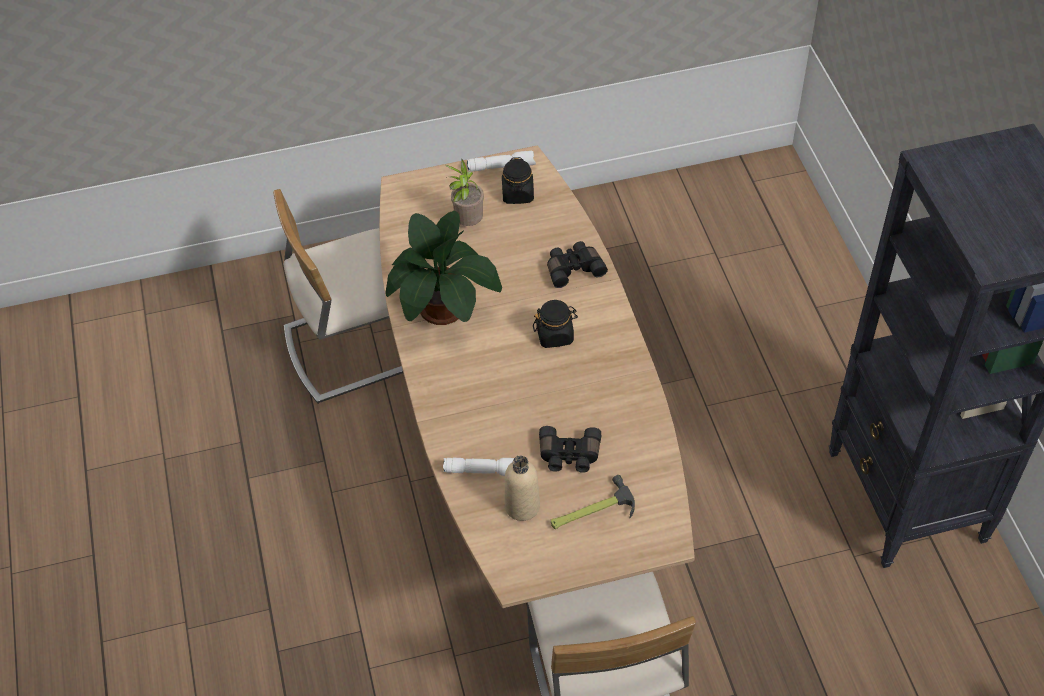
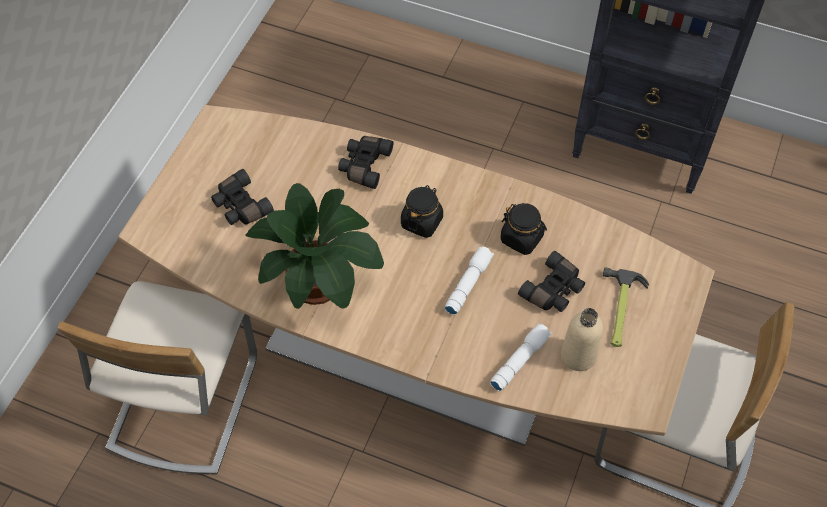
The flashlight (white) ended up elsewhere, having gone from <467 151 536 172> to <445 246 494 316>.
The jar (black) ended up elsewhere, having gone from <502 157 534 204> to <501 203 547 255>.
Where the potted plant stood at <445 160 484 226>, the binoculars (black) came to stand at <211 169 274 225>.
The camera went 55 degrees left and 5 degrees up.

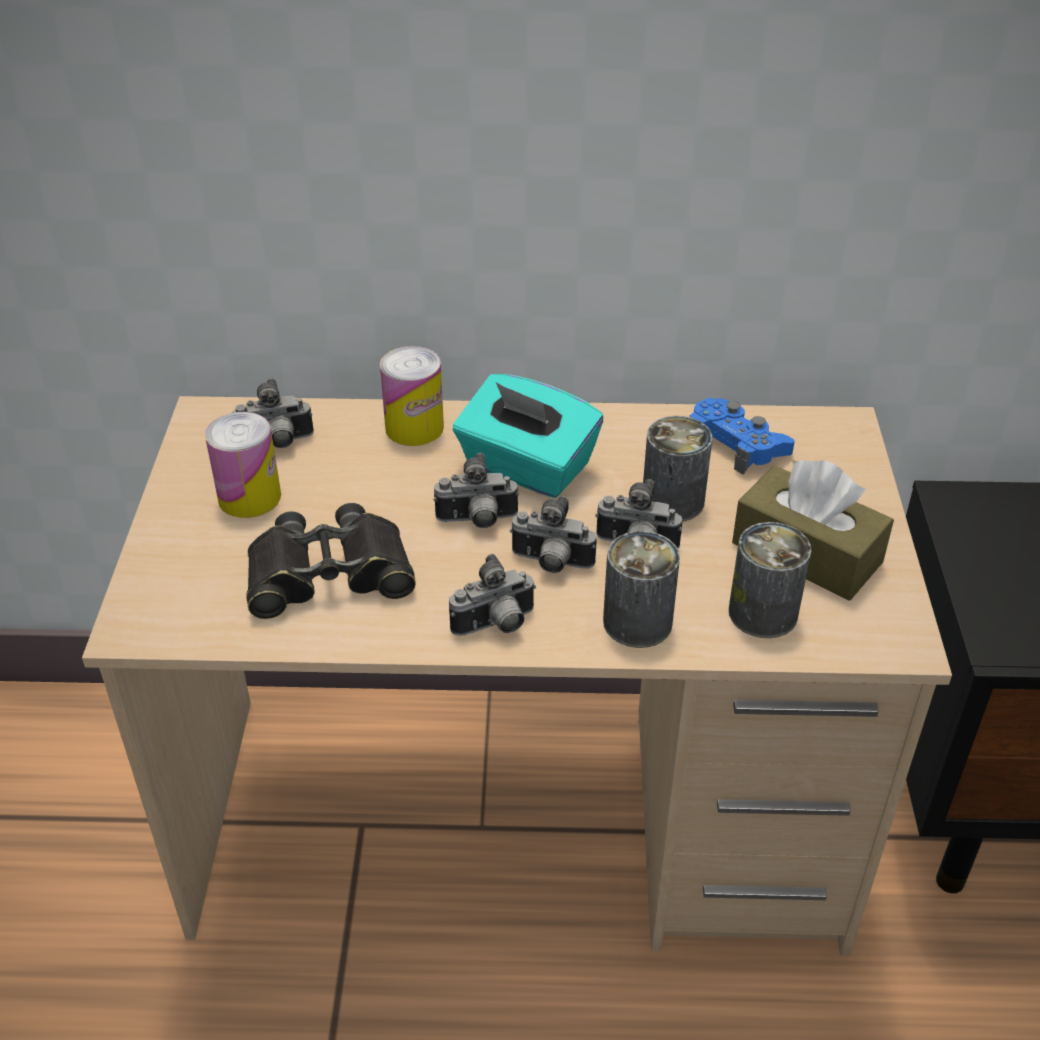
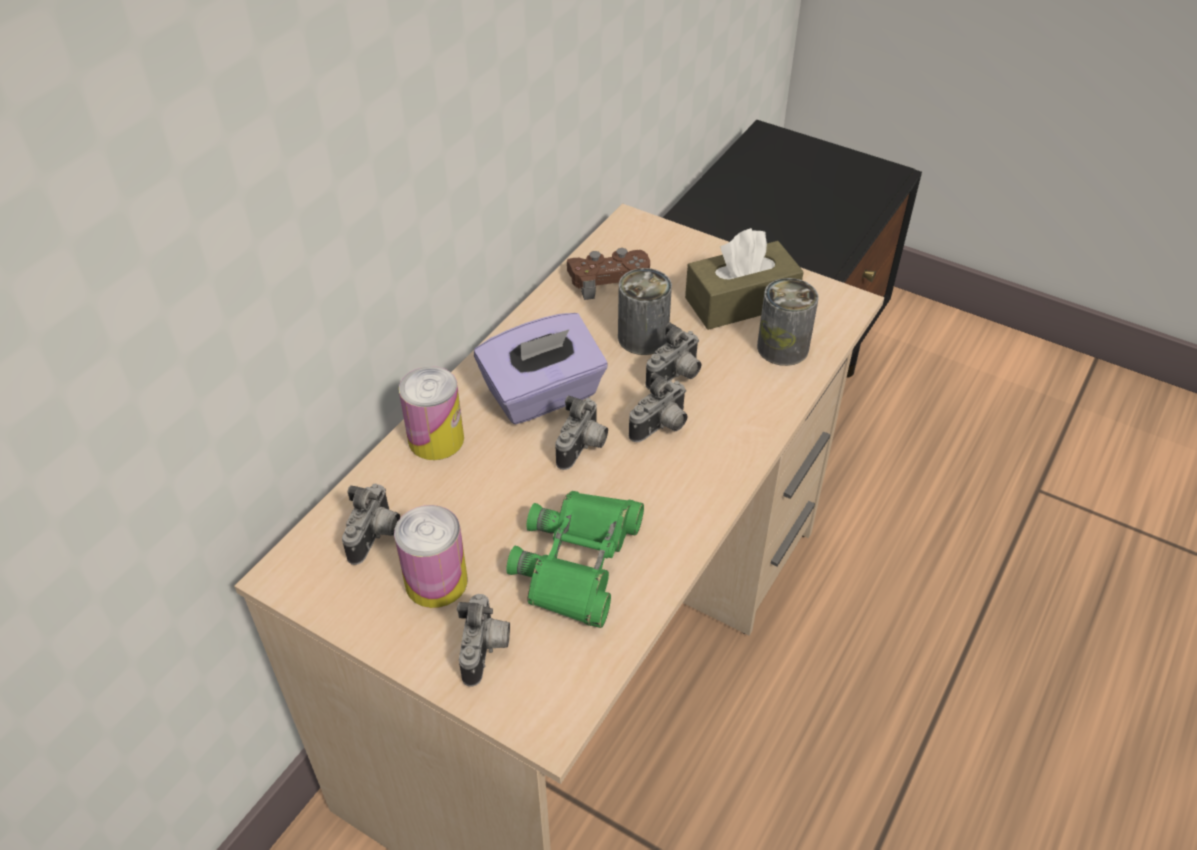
The second view lost the can at <603 531 680 648>.
The photo camera ended up elsewhere, having gone from <449 554 536 636> to <457 594 510 687>.
What was the binoculars (black) at <247 503 416 619> turned into the binoculars (green) at <507 491 644 628>.
What was the tissue box (turquoise) at <453 374 603 498> turned into the tissue box (purple) at <474 313 608 424>.
What was the game controller (blue) at <690 398 795 475> turned into the game controller (brown) at <567 248 650 300>.
The camera went 60 degrees left and 5 degrees up.

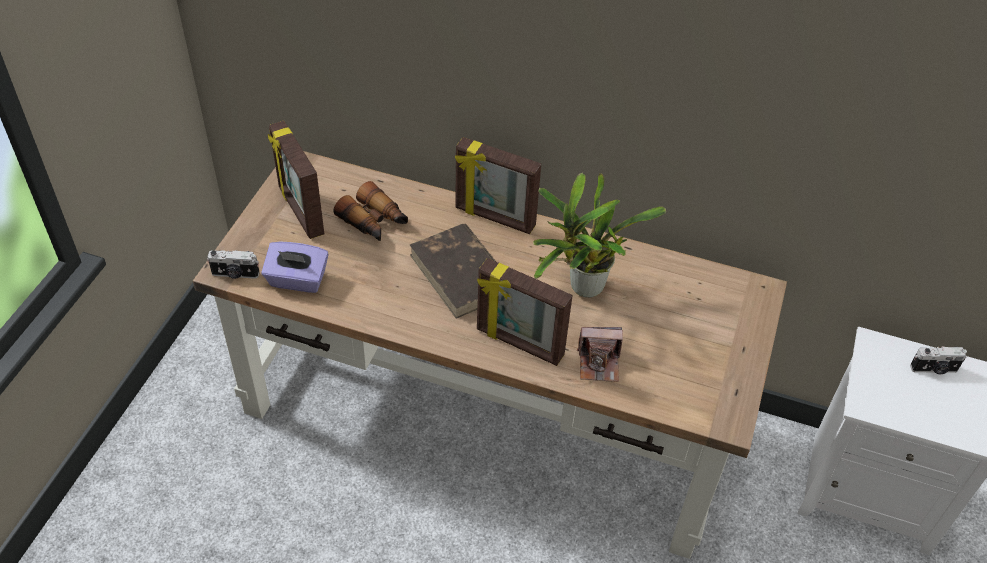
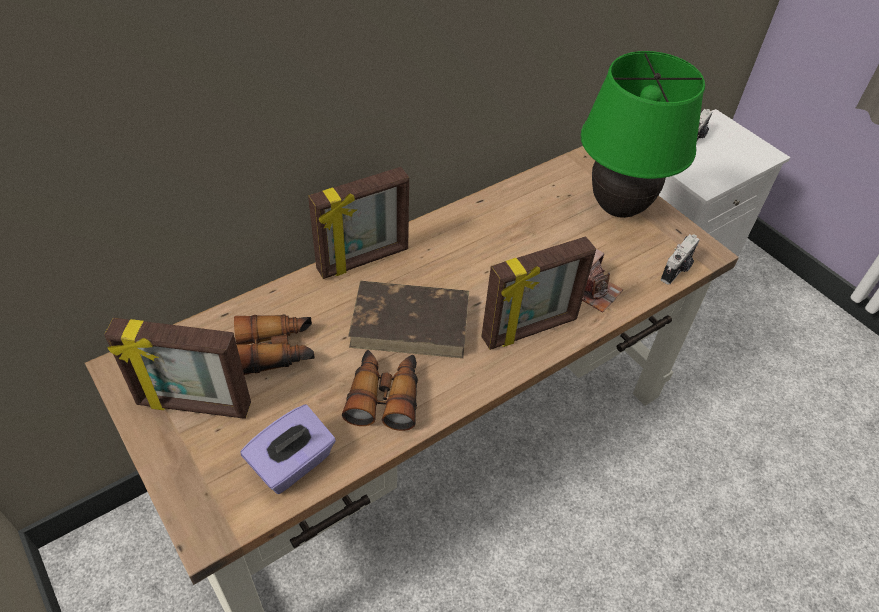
The second view lost the potted plant at <533 173 666 297>.
The second view gained the binoculars at <342 350 418 431>.
The second view gained the table lamp (green) at <581 51 705 218>.
The photo camera ended up elsewhere, having gone from <207 250 259 279> to <661 234 700 285>.
The camera went 55 degrees left and 0 degrees up.

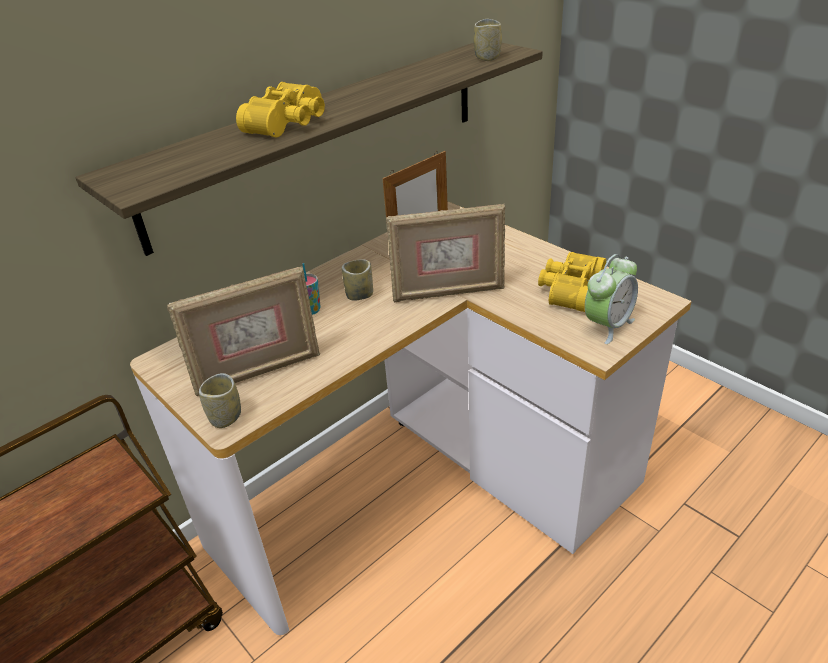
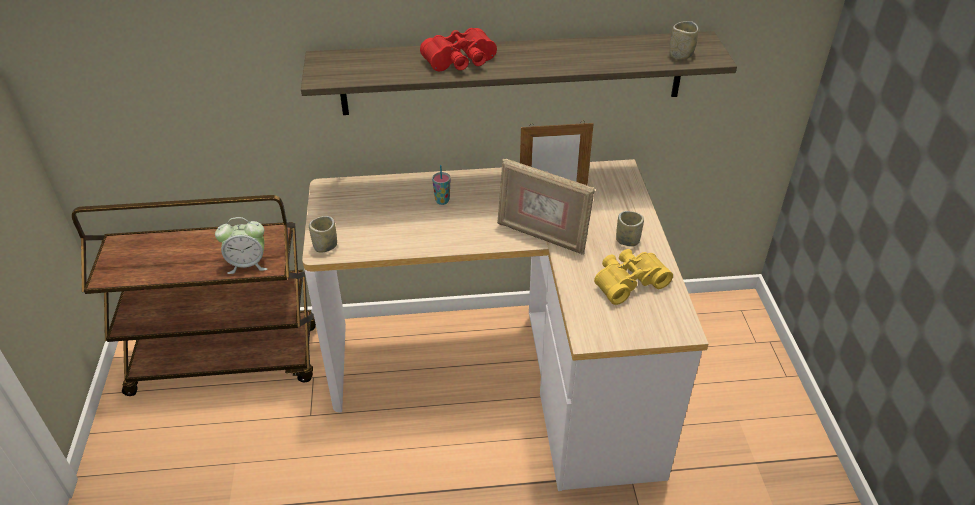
The second view lost the picture frame at <167 266 320 396>.
The cup ended up elsewhere, having gone from <341 259 373 301> to <616 211 644 246>.
The alarm clock ended up elsewhere, having gone from <585 254 638 344> to <215 217 267 274>.
What was the binoculars (yellow) at <236 82 325 137> turned into the binoculars (red) at <420 28 497 71>.
The camera went 35 degrees right and 5 degrees up.

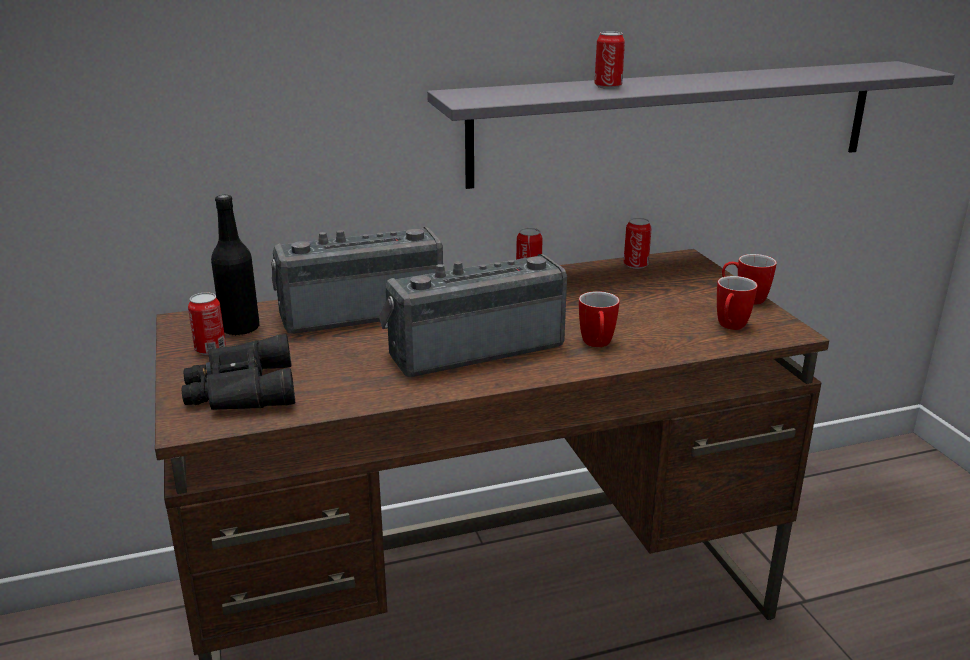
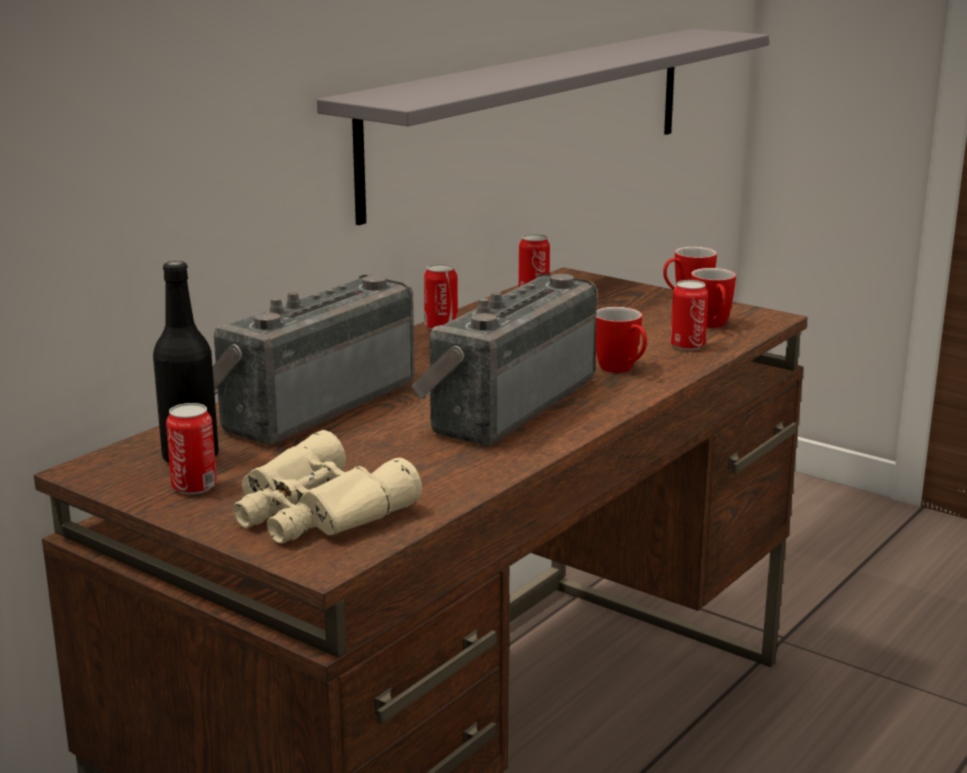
The can ended up elsewhere, having gone from <595 31 625 89> to <670 280 708 351>.
What was the binoculars (black) at <182 334 295 410> turned into the binoculars (beige) at <233 430 422 543>.
The camera went 35 degrees left and 5 degrees down.

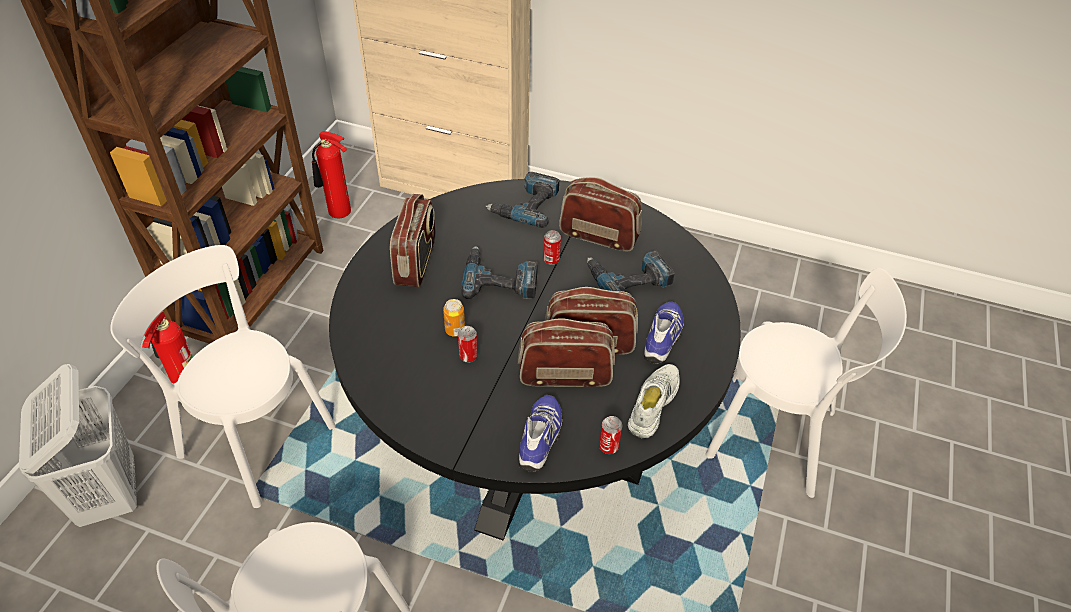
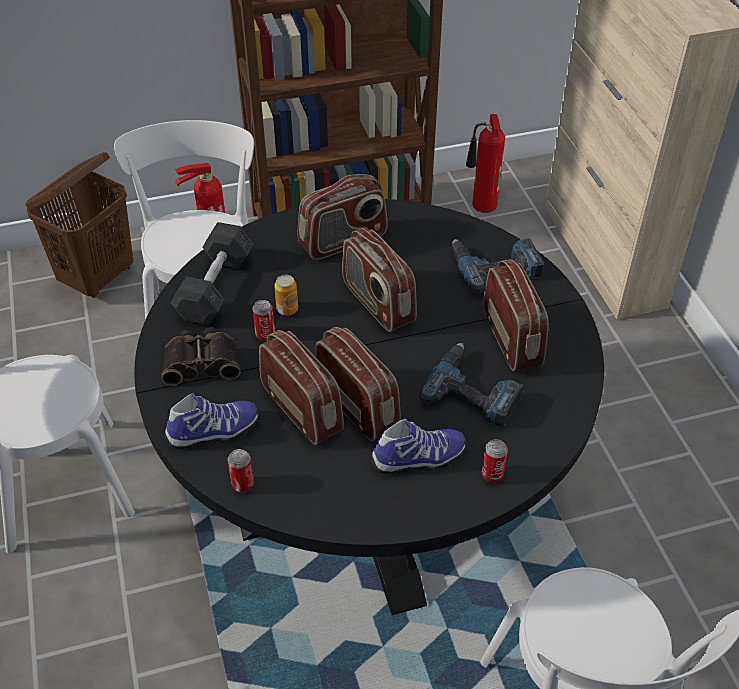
The second view lost the shoe (white) at <628 364 680 439>.
The second view gained the binoculars at <161 327 241 386>.
The second view gained the dumbbell (grey) at <170 222 253 325>.
The can ended up elsewhere, having gone from <543 230 561 265> to <482 439 508 482>.
Where the power drill stood at <461 246 538 299>, the radio came to stand at <342 228 417 332>.
What was the laundry basket (white) at <19 364 137 527> turned into the laundry basket (brown) at <25 152 133 298>.
The camera went 55 degrees right and 0 degrees up.

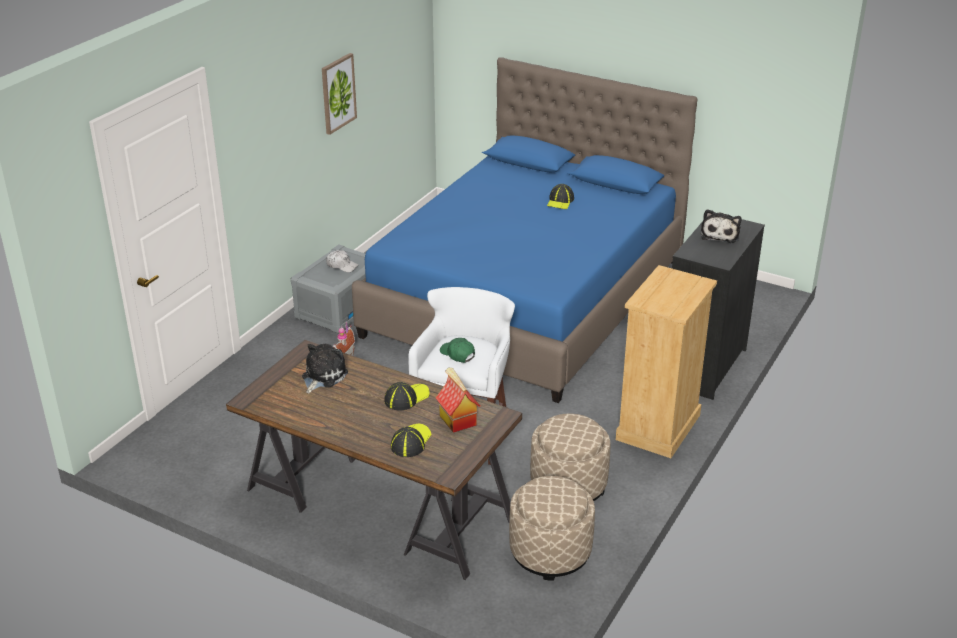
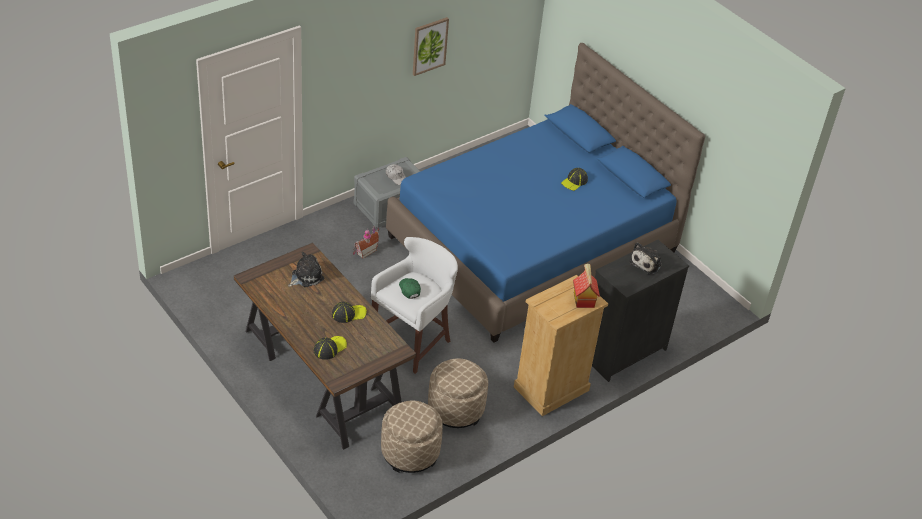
The toy house ended up elsewhere, having gone from <435 368 480 433> to <573 263 600 308>.
The camera went 20 degrees right and 10 degrees up.

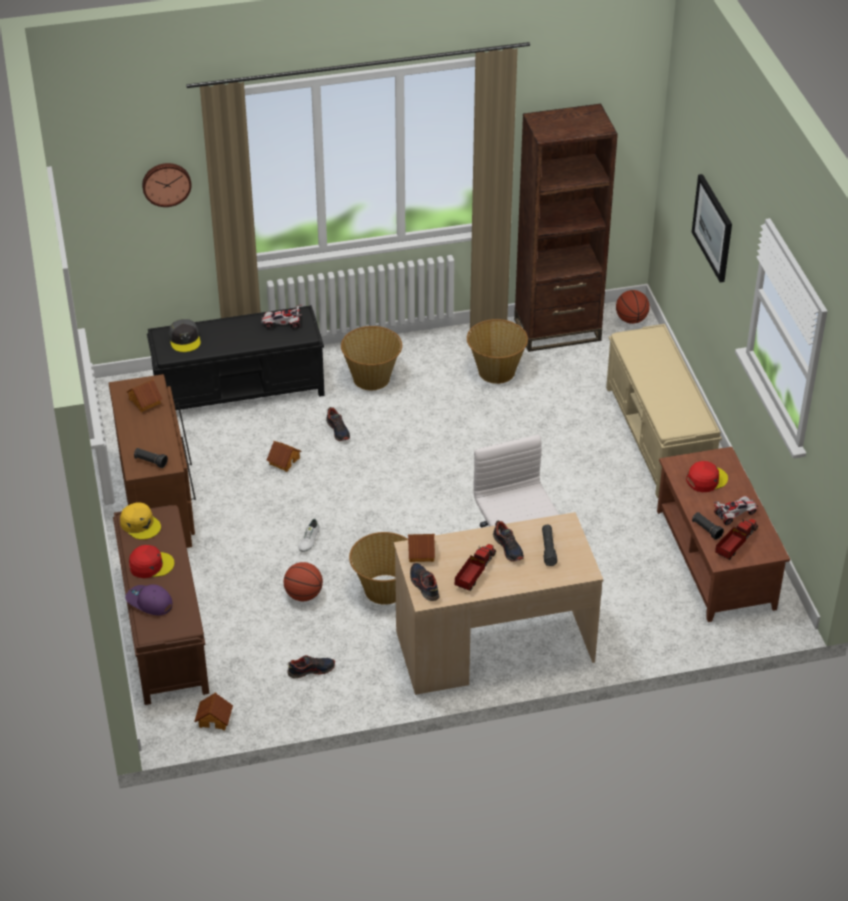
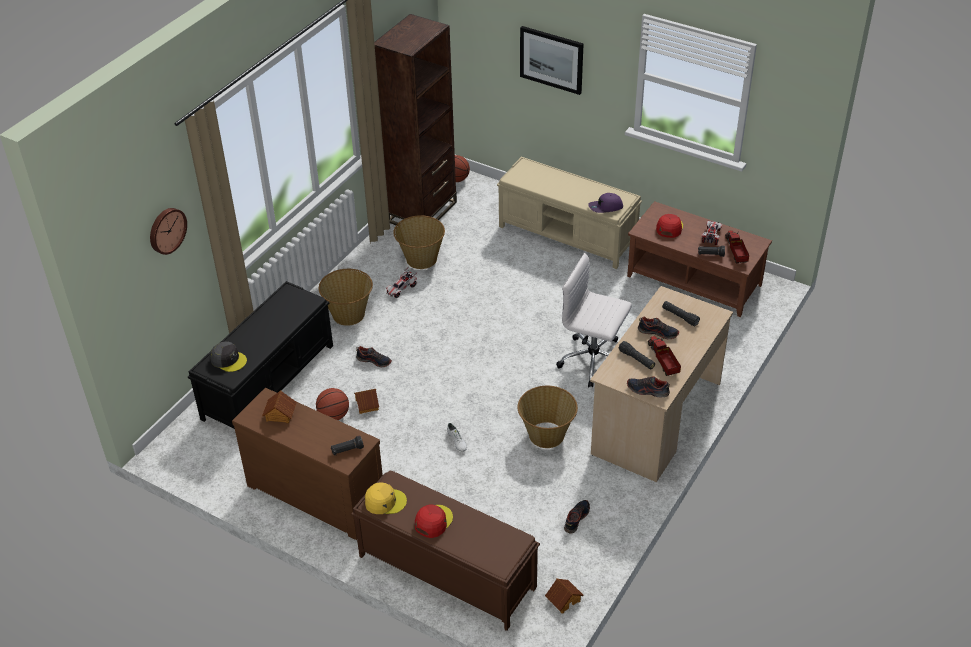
The second view lost the toy house at <408 534 435 562>.
The second view gained the flashlight (black) at <618 341 655 369>.
The cap (purple) ended up elsewhere, having gone from <125 584 172 616> to <588 193 623 213>.
The toy car ended up elsewhere, having gone from <261 305 302 329> to <386 267 417 298>.
The basketball ended up elsewhere, having gone from <284 562 323 601> to <316 388 349 420>.
The camera went 45 degrees left and 0 degrees up.

